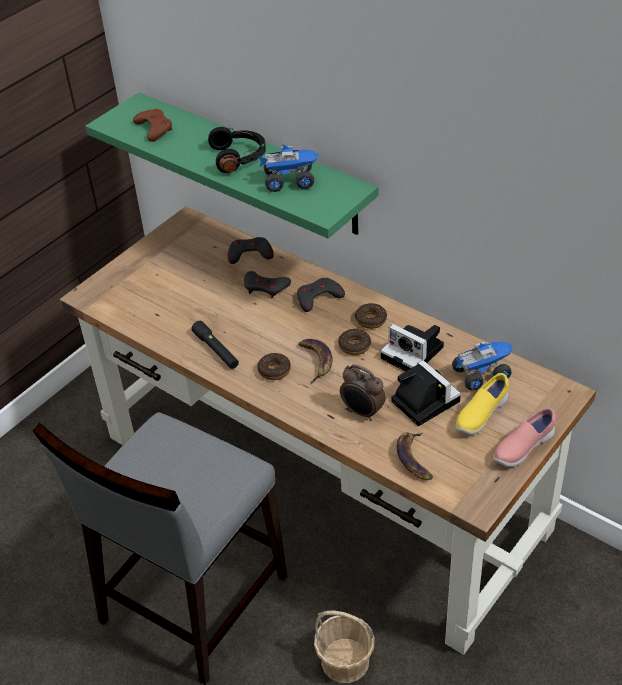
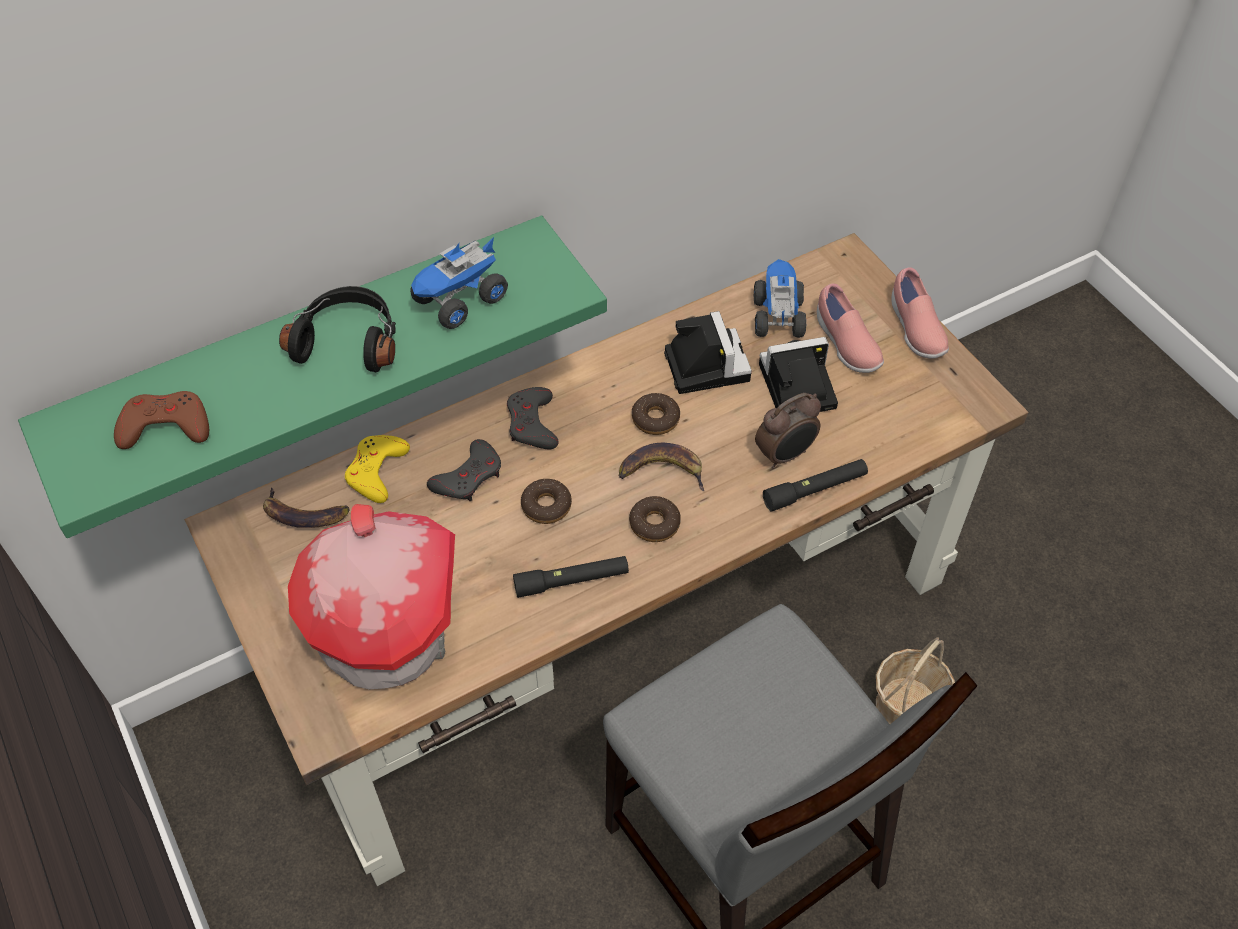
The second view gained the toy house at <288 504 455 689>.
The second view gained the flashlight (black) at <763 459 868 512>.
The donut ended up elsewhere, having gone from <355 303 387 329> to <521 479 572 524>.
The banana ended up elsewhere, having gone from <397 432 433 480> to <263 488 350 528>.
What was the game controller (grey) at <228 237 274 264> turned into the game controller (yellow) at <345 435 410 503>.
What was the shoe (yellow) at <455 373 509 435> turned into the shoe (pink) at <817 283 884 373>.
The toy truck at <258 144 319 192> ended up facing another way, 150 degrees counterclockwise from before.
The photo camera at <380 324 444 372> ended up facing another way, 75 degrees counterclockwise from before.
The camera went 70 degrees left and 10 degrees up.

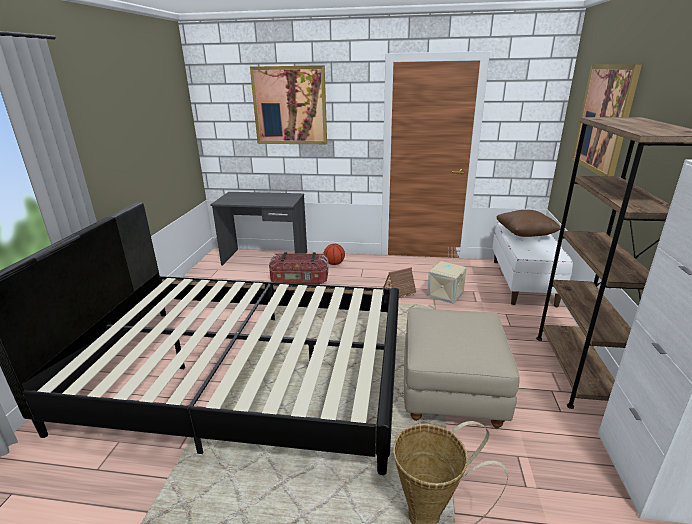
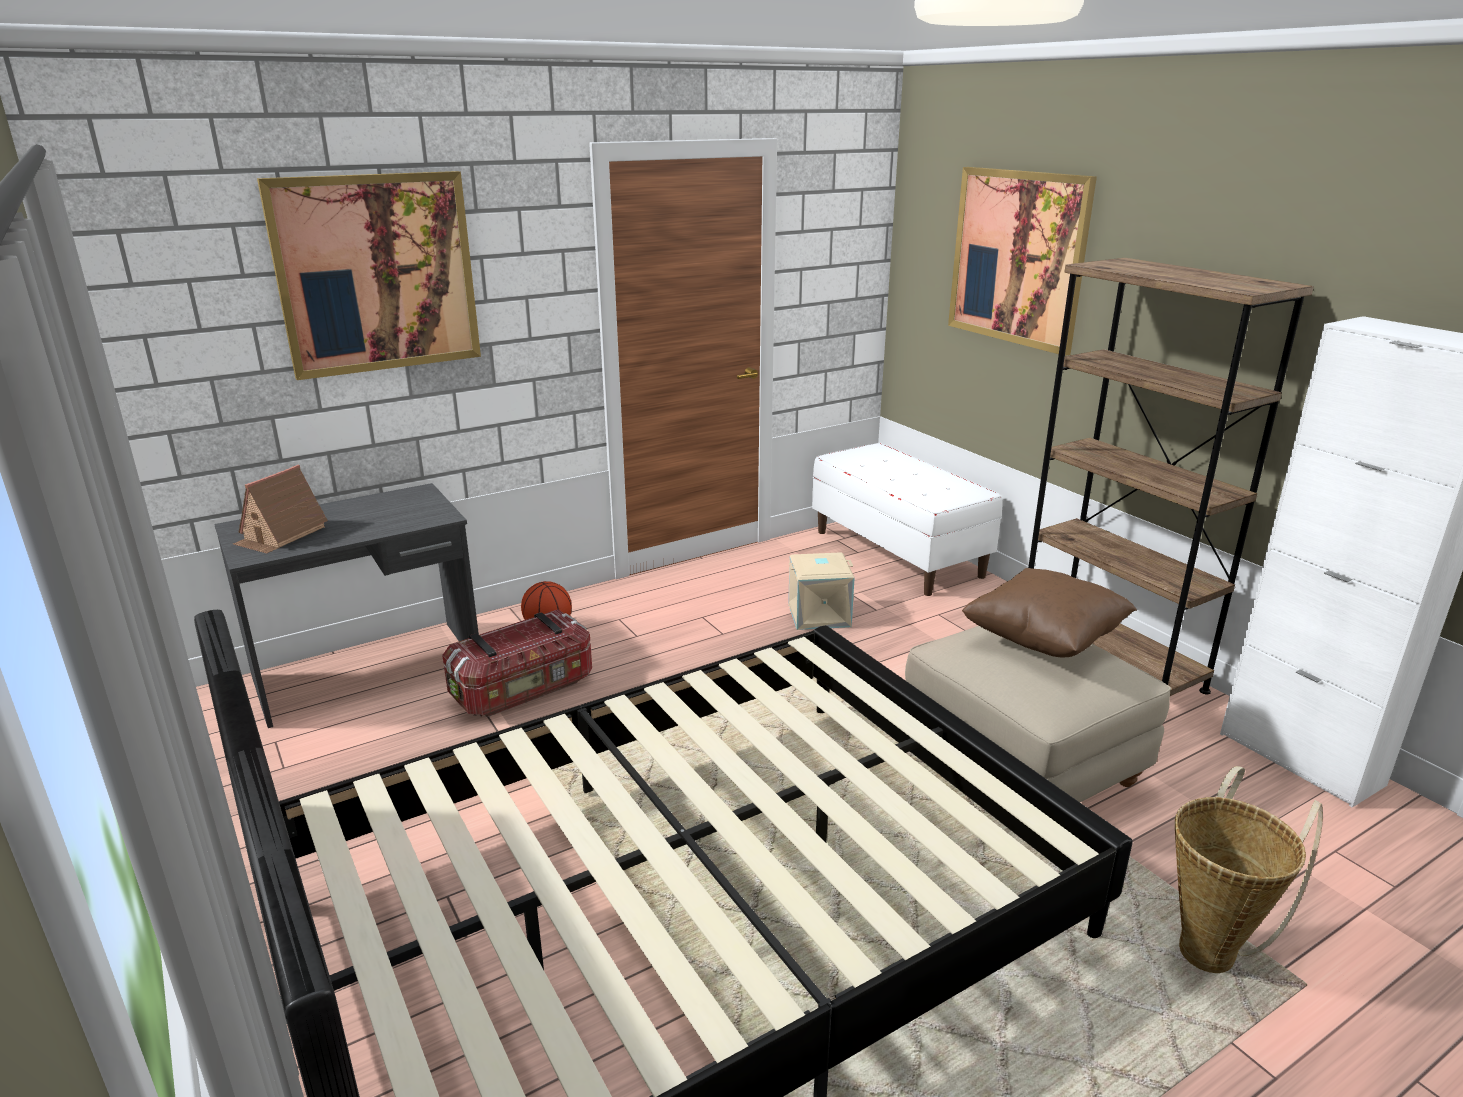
The toy house ended up elsewhere, having gone from <383 267 416 298> to <233 465 328 554>.
The pillow (brown) ended up elsewhere, having gone from <497 210 561 237> to <962 568 1137 658>.
The camera went 40 degrees left and 0 degrees up.

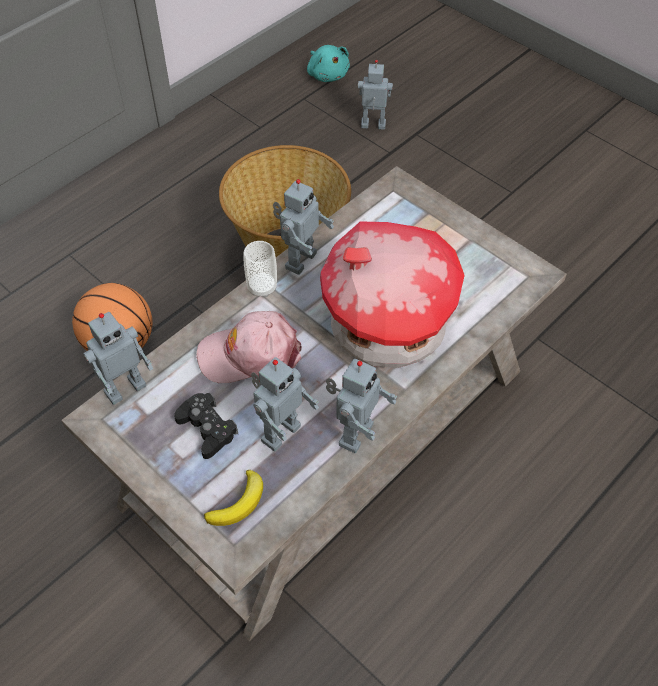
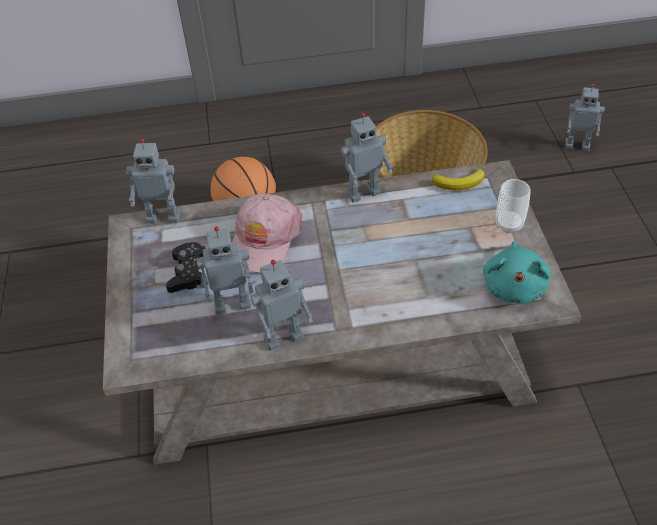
The second view lost the toy house at <320 222 465 368>.
The banana ended up elsewhere, having gone from <204 470 263 526> to <432 168 485 190>.
The cup ended up elsewhere, having gone from <244 241 277 297> to <496 179 530 234>.
The plush toy (turquoise) ended up elsewhere, having gone from <307 45 350 82> to <483 241 551 304>.
The cap (pink) at <196 311 302 383> ended up facing another way, 105 degrees counterclockwise from before.
The toy robot at <358 60 393 130> ended up facing another way, 150 degrees clockwise from before.
The camera went 40 degrees right and 5 degrees down.

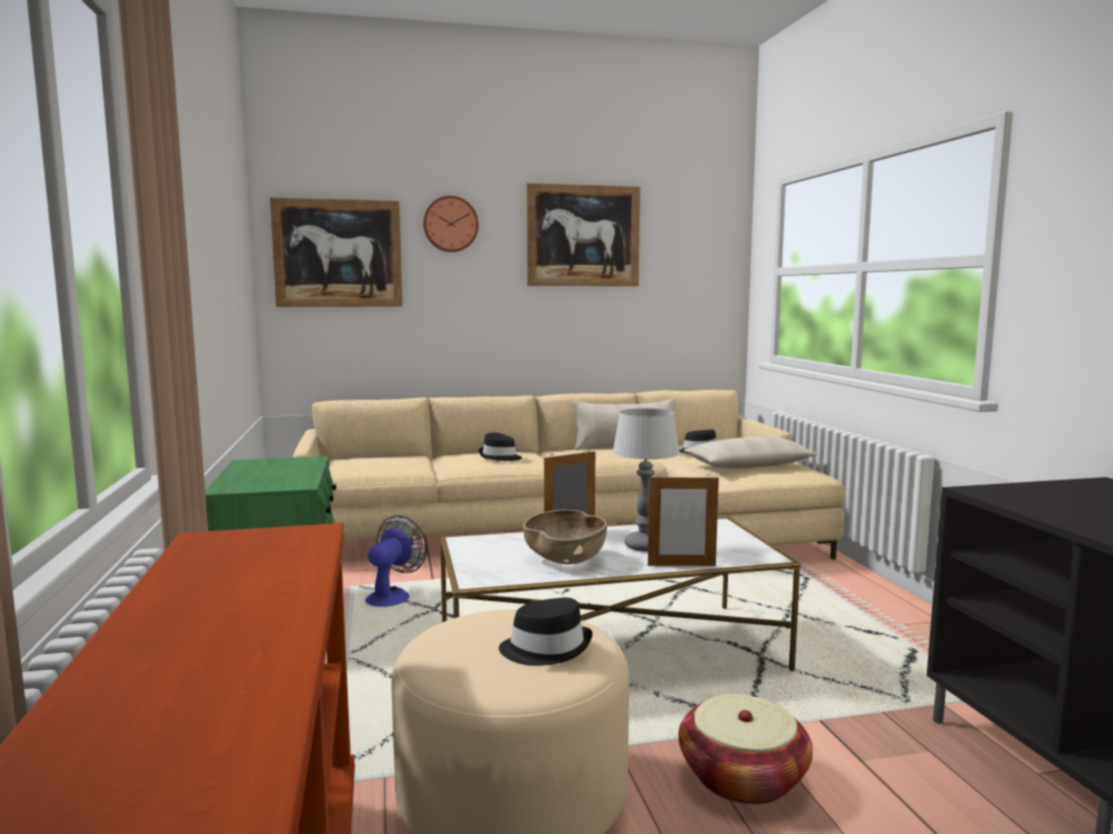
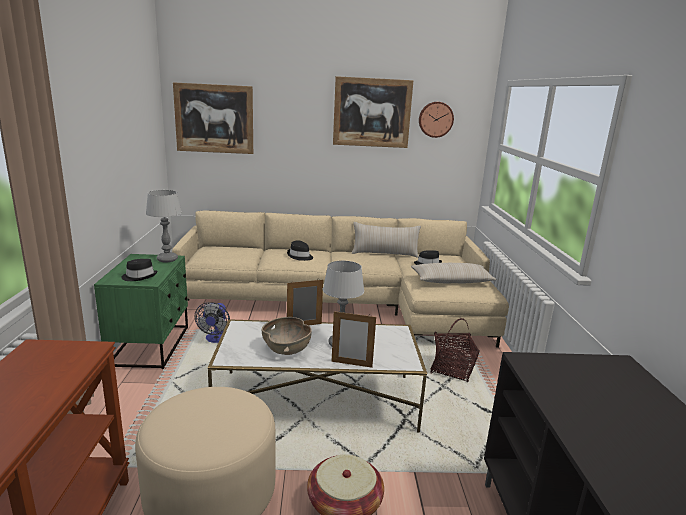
The second view gained the table lamp at <146 190 182 262>.
The second view gained the basket at <430 318 479 382>.
The wall clock ended up elsewhere, having gone from <423 196 479 252> to <419 102 454 138>.
The hat (black) ended up elsewhere, having gone from <499 598 593 666> to <121 259 157 281>.
The fan at <365 515 427 607> ended up facing another way, 150 degrees clockwise from before.
The camera went 10 degrees right and 10 degrees up.

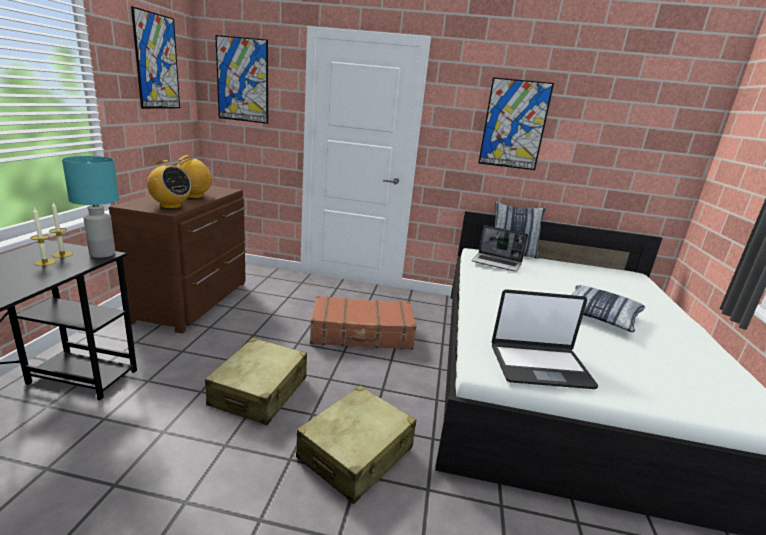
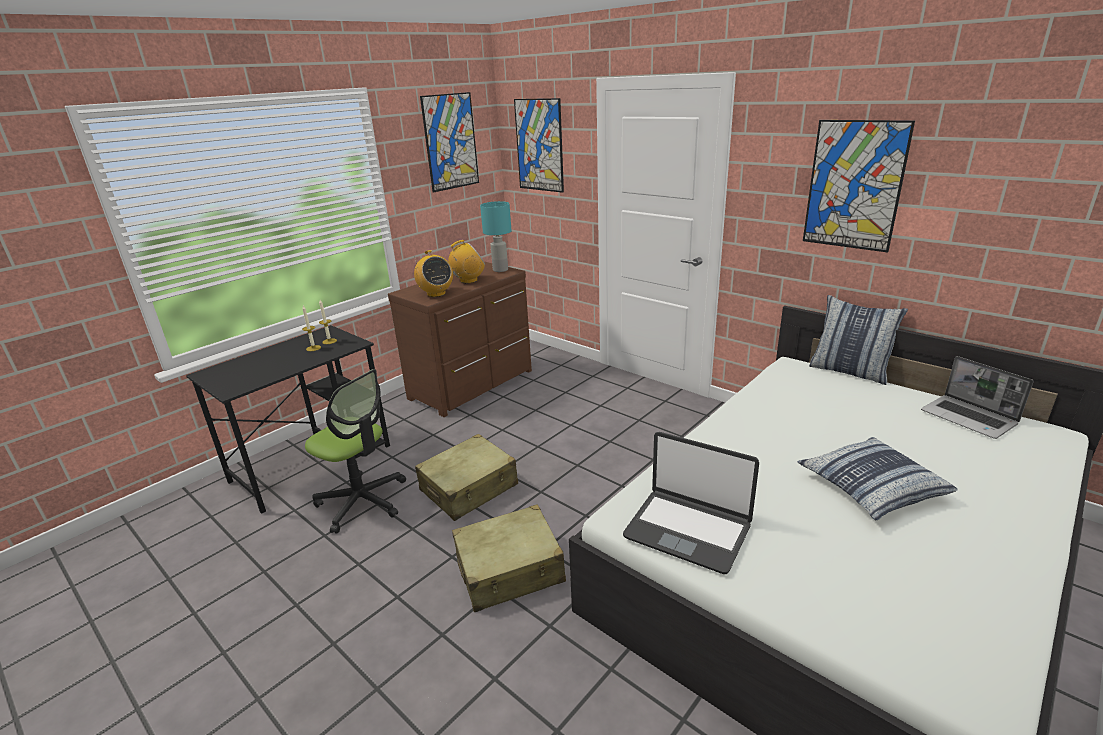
The second view lost the suitcase (brown) at <310 296 417 350>.
The second view gained the office chair at <305 369 406 533>.
The table lamp (turquoise) ended up elsewhere, having gone from <62 156 119 258> to <480 201 512 272>.
The laptop ended up elsewhere, having gone from <472 225 528 272> to <921 356 1034 439>.
The camera went 35 degrees right and 5 degrees up.

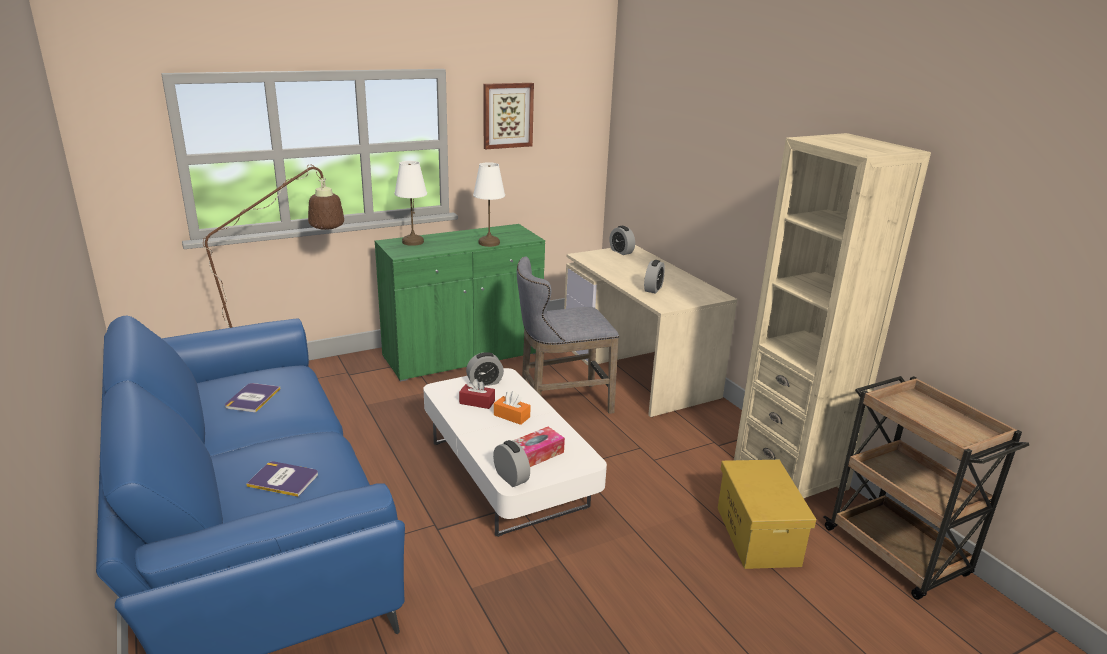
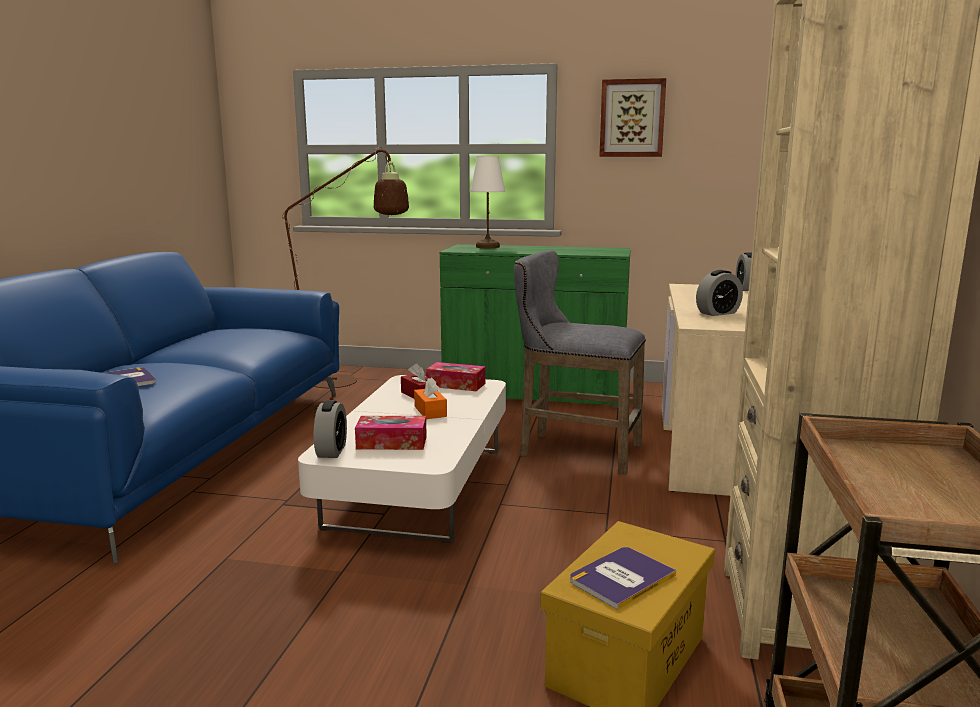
The second view lost the table lamp (white) at <473 162 505 247>.
The book ended up elsewhere, having gone from <225 383 280 413> to <570 547 677 610>.
Where the alarm clock stood at <466 352 504 386>, the tissue box came to stand at <426 362 485 391>.
The camera went 40 degrees right and 10 degrees down.

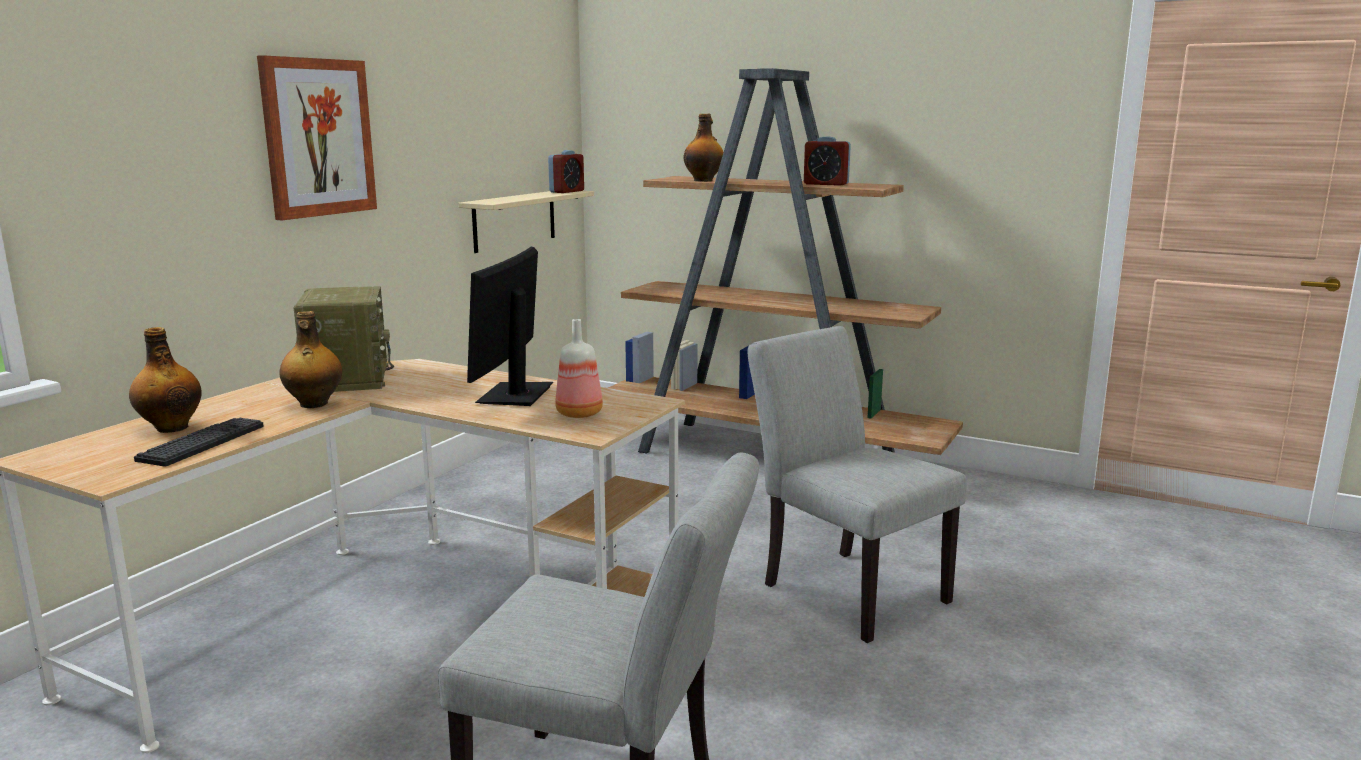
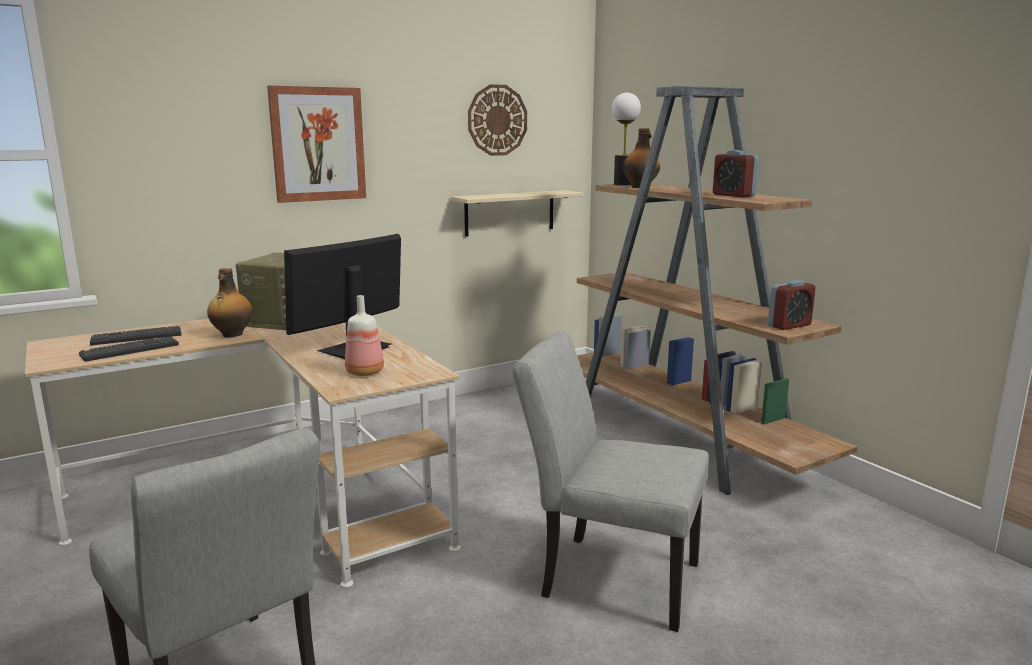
The second view gained the wall clock at <468 84 527 156>.
The second view gained the table lamp at <612 93 641 185>.
The alarm clock ended up elsewhere, having gone from <548 150 584 193> to <768 280 816 330>.
Where the bottle stood at <129 327 202 433>, the keyboard came to stand at <90 326 181 345>.
The chair (grey) at <748 326 967 643> ended up facing another way, 60 degrees counterclockwise from before.
The camera went 30 degrees right and 0 degrees up.

